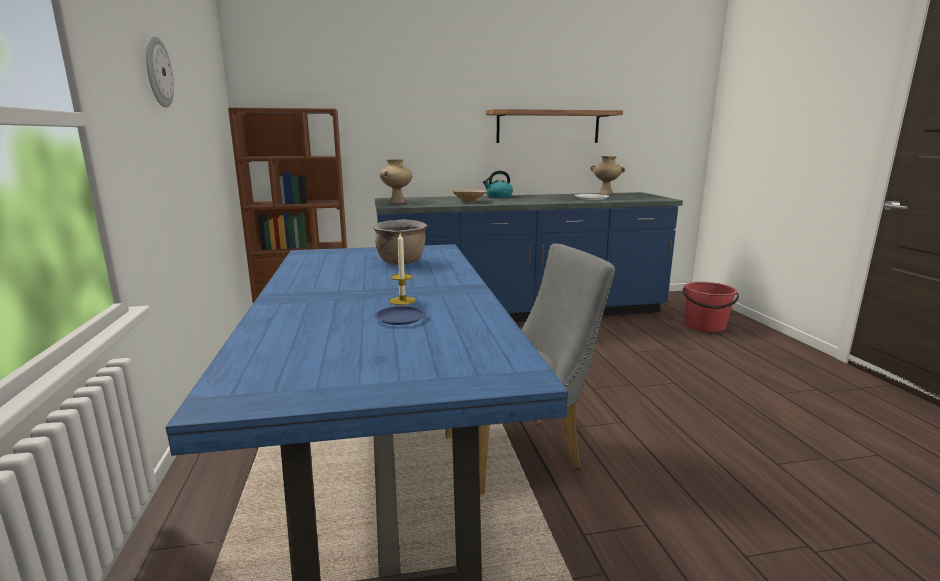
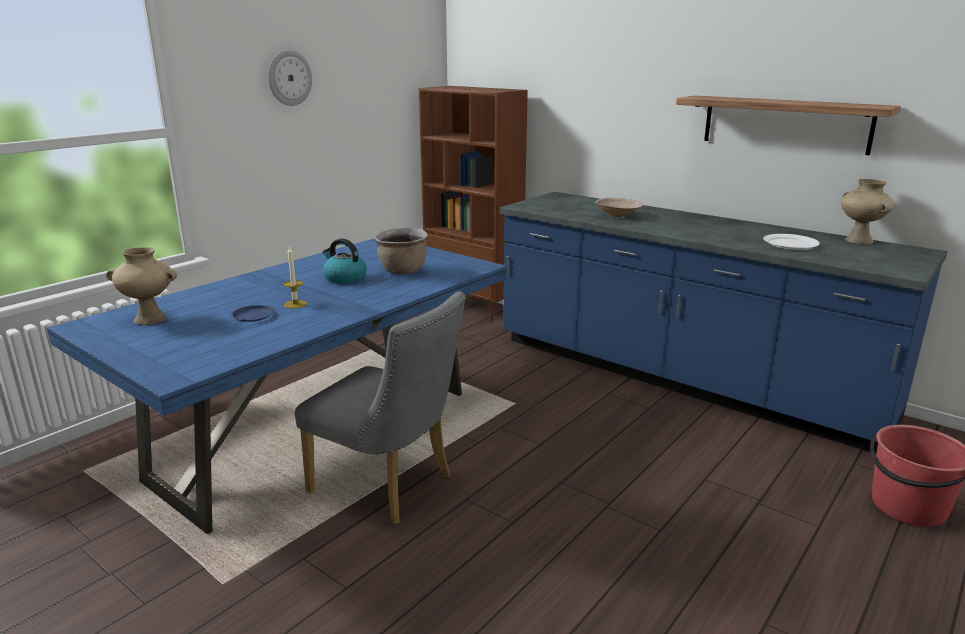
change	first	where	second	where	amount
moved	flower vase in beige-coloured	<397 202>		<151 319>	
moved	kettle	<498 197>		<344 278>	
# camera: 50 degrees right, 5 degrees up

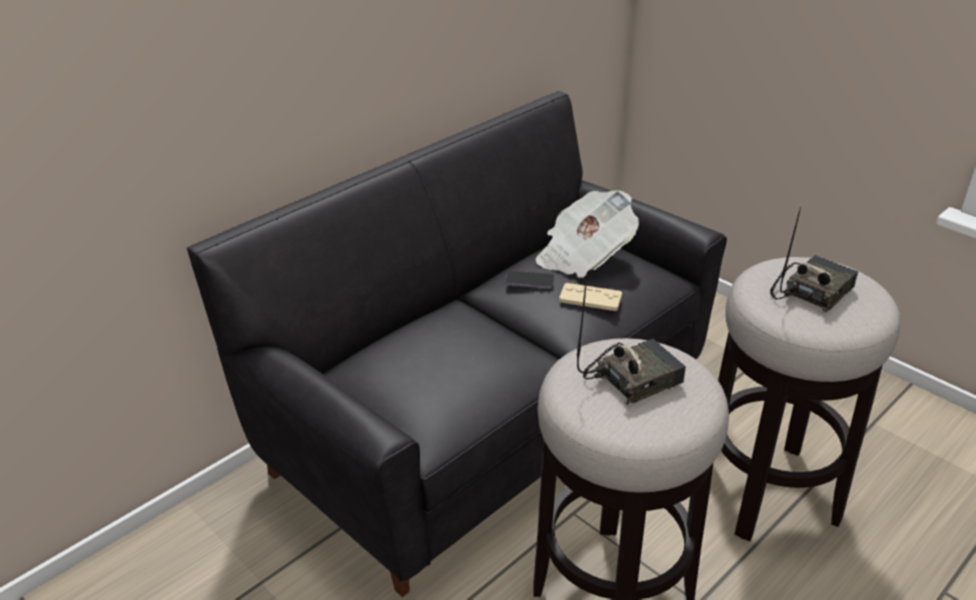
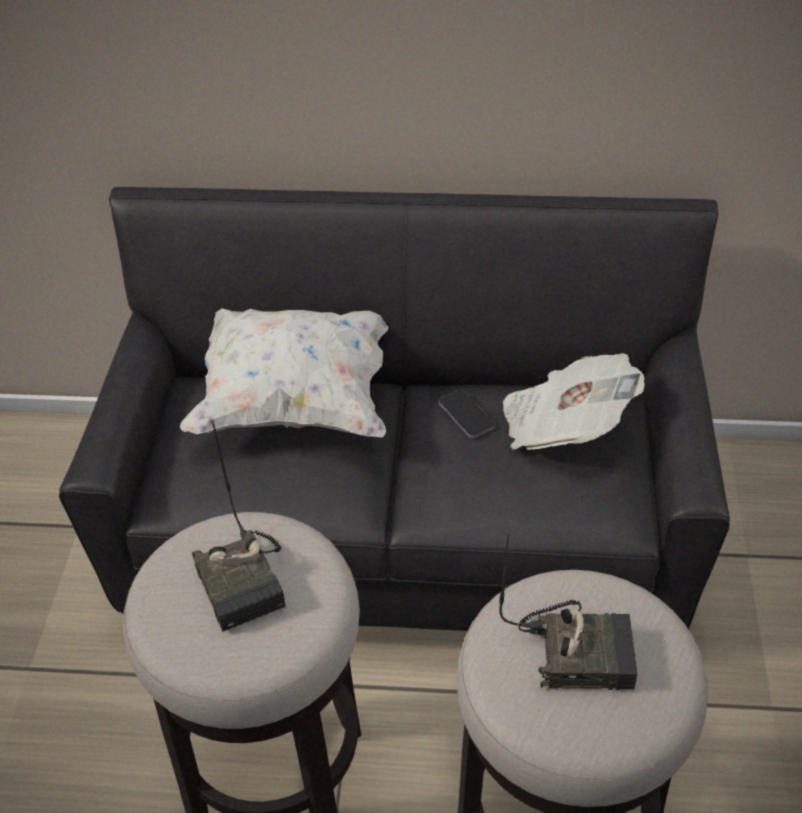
change	first	where	second	where	amount
removed	gamepad in beige-coloured	<590 298>			
turned	radio	<632 377>		<246 582>	45 degrees clockwise
added			throw pillow in white-coloured	<295 399>	
# camera: 50 degrees right, 10 degrees up

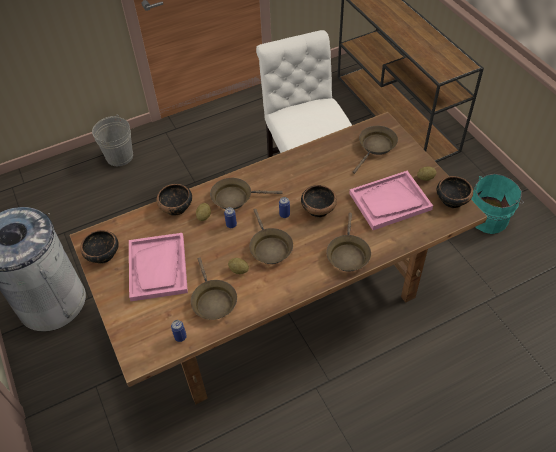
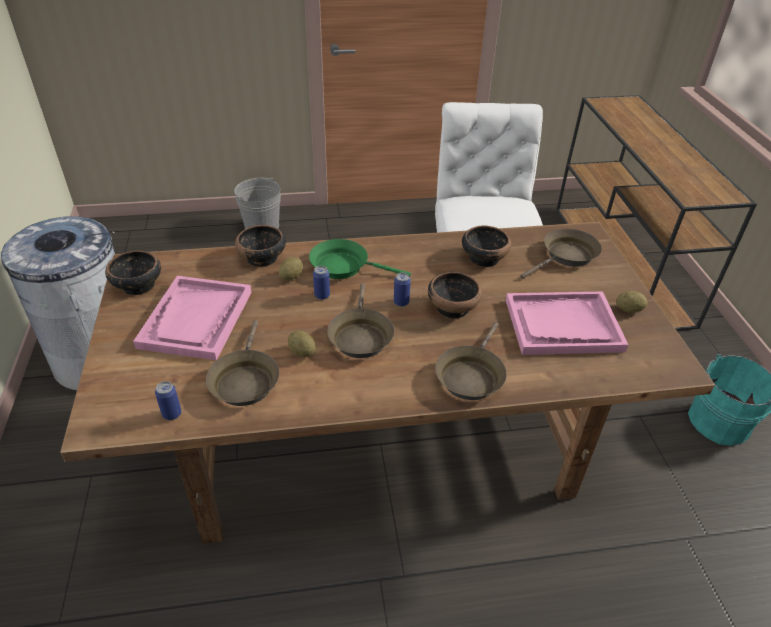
change	first	where	second	where	amount
recoloured	skillet in brown	<235 197>	skillet in greenish	<344 266>	
moved	deep dish	<451 200>		<483 258>	
# camera: 15 degrees right, 10 degrees down

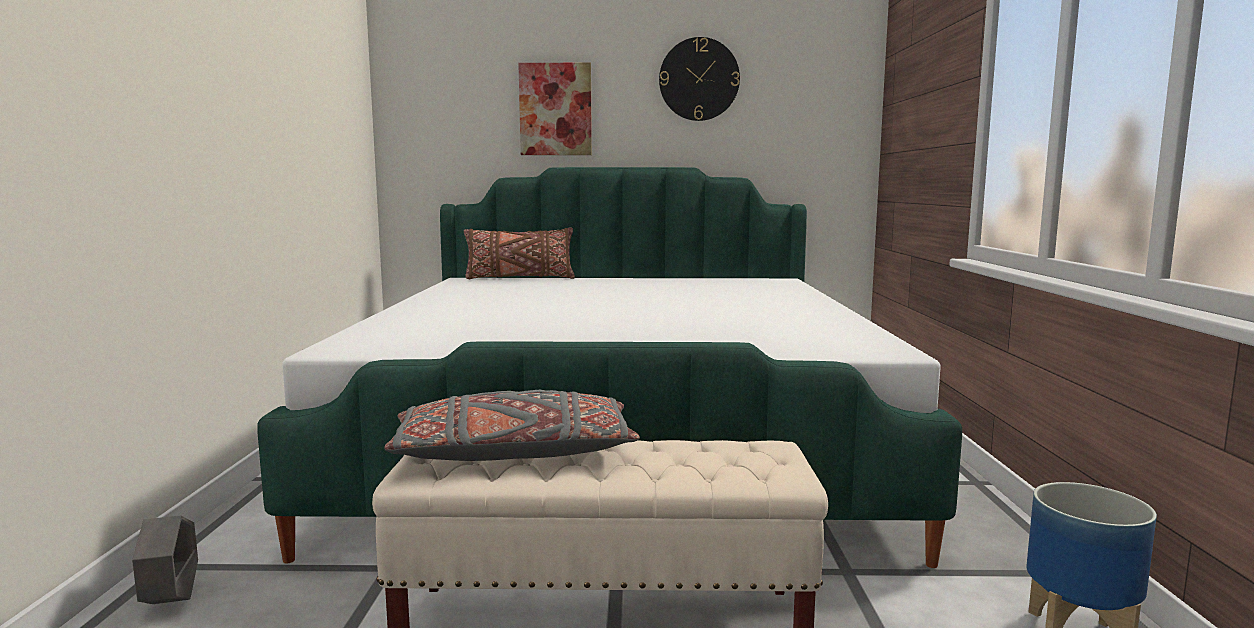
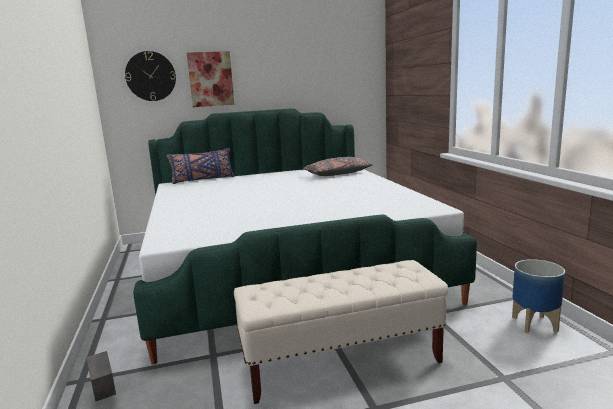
change	first	where	second	where	amount
moved	throw pillow in grey	<513 453>		<337 174>	
recoloured	throw pillow in brown	<519 278>	throw pillow in bluish	<203 179>	
moved	hanging clock	<699 79>		<150 76>	
# camera: 15 degrees left, 5 degrees up

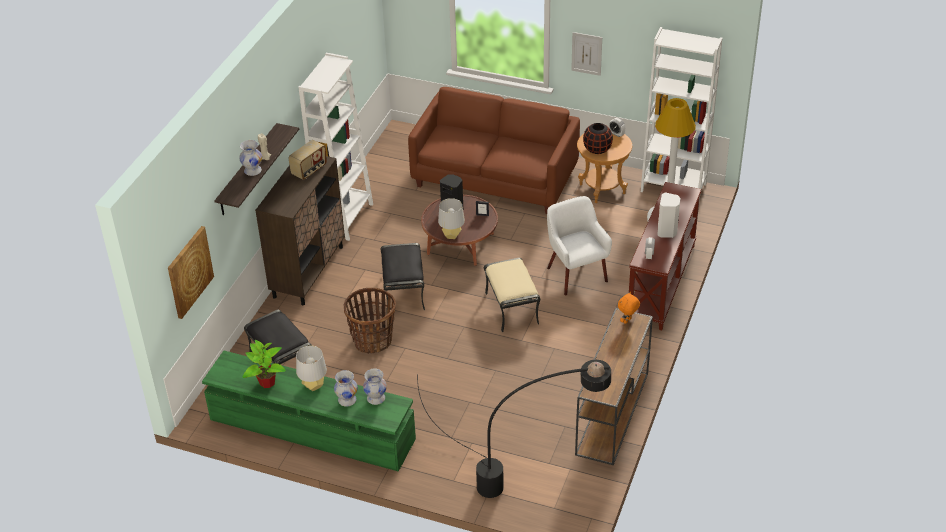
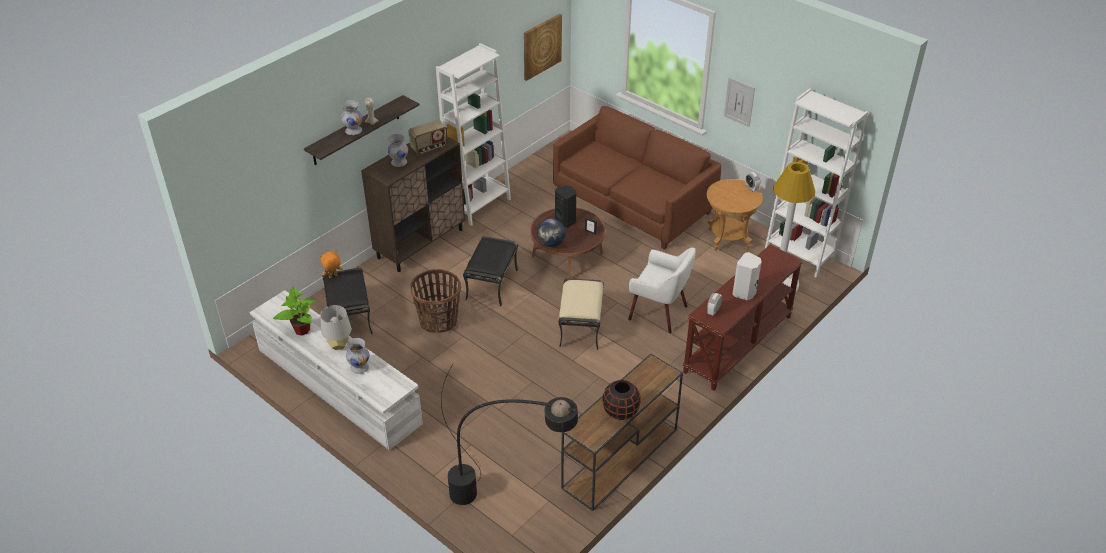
change	first	where	second	where	amount
moved	wall art	<189 271>		<541 46>	
recoloured	tv stand in greenish	<312 430>	tv stand in white-coloured	<338 387>	
moved	flower vase in white-coloured	<376 398>		<399 163>	
replaced	lamp for a table in grey	<452 235>	world globe	<551 243>	
turned	lounge chair in white-coloured	<576 274>		<659 312>	120 degrees clockwise
moved	flower vase in blackish	<597 149>		<620 411>	
moved	cuddly toy in orange	<627 321>		<333 276>	
# camera: 20 degrees right, 0 degrees up

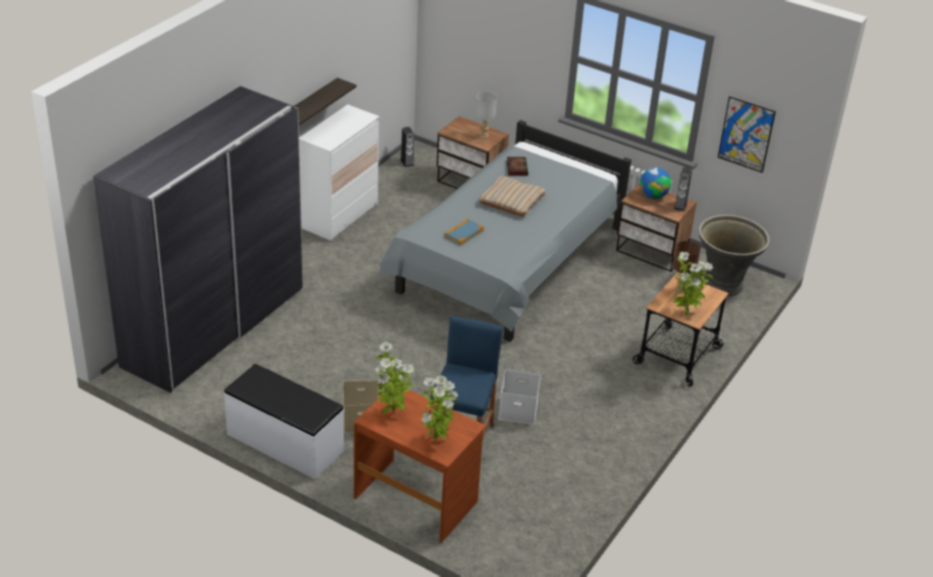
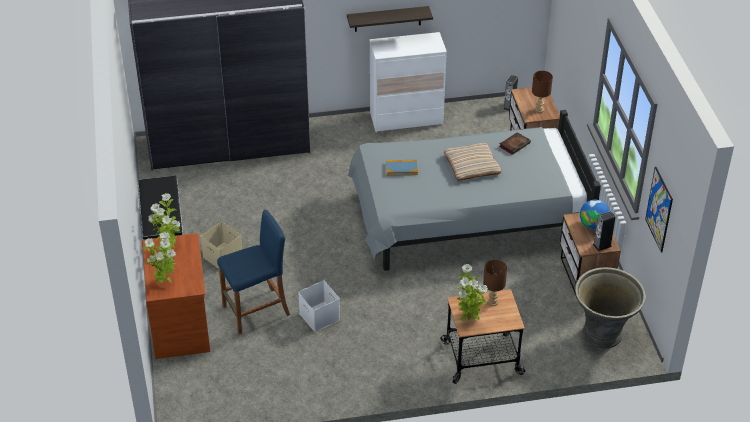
change	first	where	second	where	amount
recoloured	lamp for a table in grey	<484 136>	lamp for a table in brown	<539 110>	
# camera: 50 degrees right, 5 degrees up

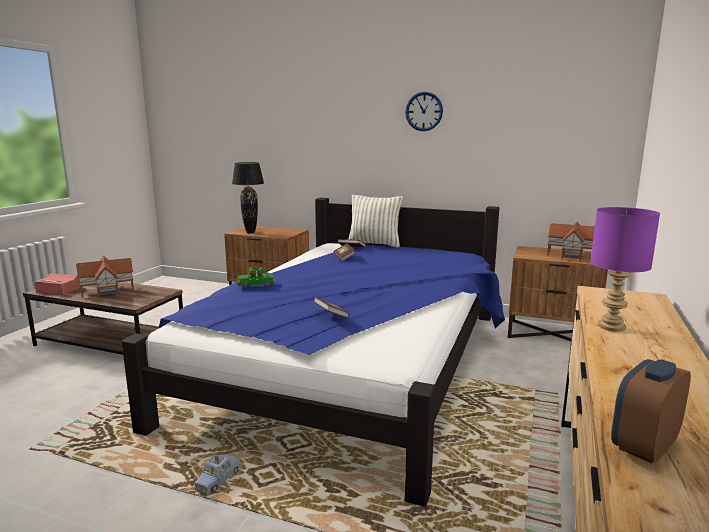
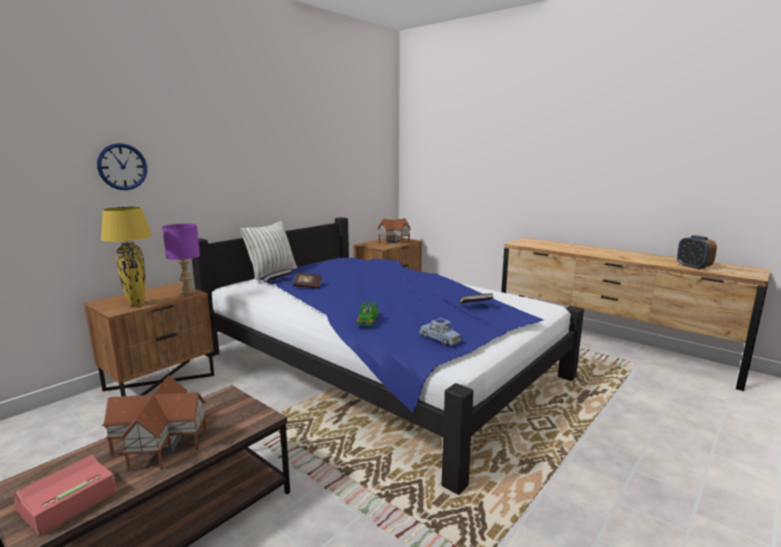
change	first	where	second	where	amount
moved	model car in bluish	<218 479>		<440 338>	
recoloured	lamp for a table in blackish	<250 232>	lamp for a table in yellow-coloured	<136 304>	
moved	hanging clock	<424 111>		<122 167>	
moved	lamp for a table in purple	<611 327>		<187 292>	
# camera: 70 degrees left, 0 degrees up

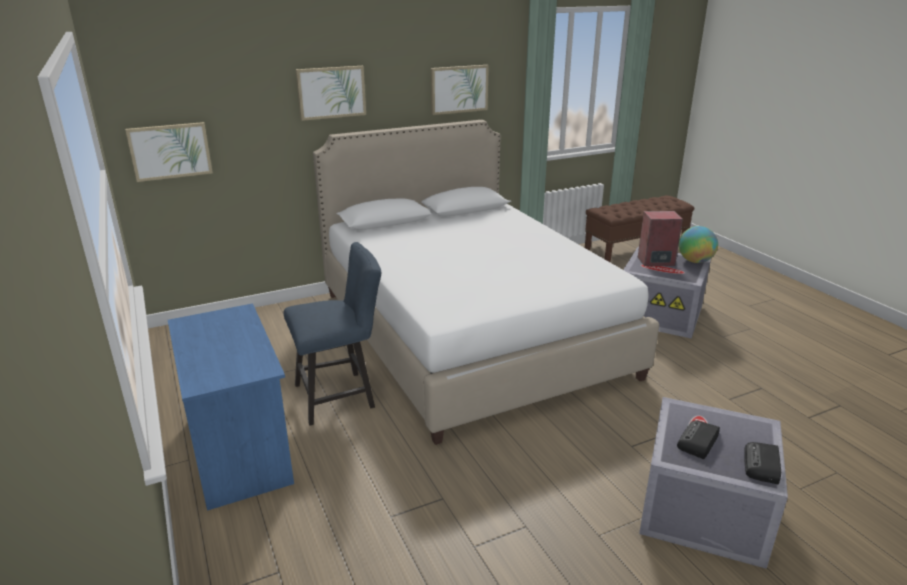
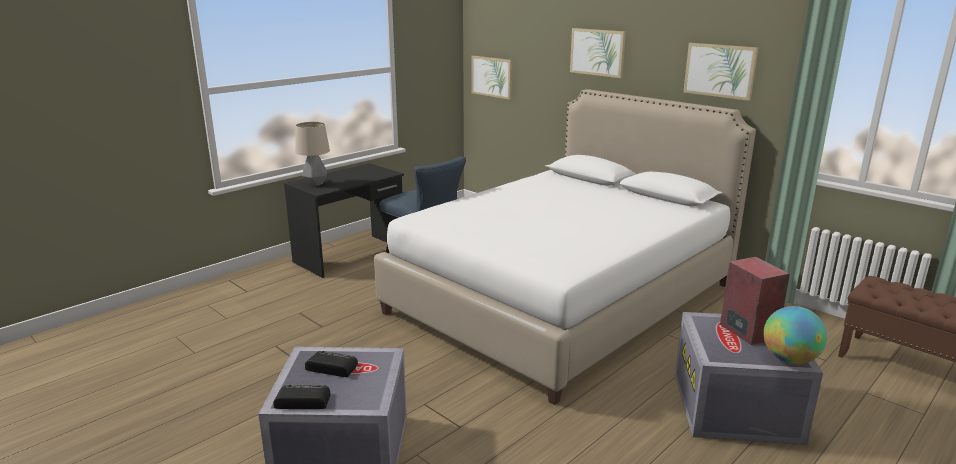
change	first	where	second	where	amount
recoloured	desk in bluish	<240 448>	desk in blackish	<351 255>	
added			lamp for a table	<315 184>	
# camera: 70 degrees right, 5 degrees down

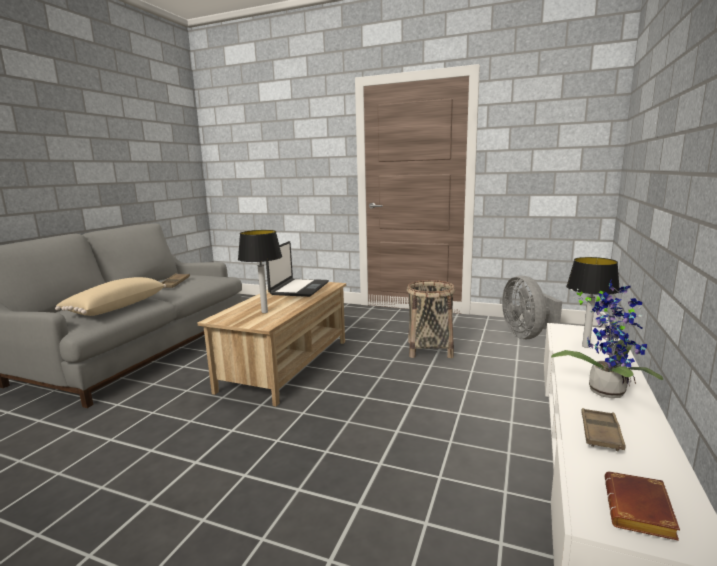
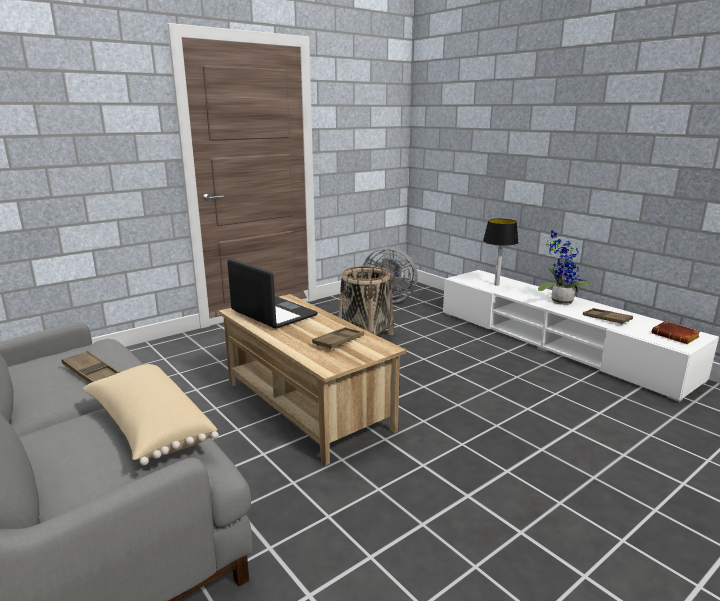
change	first	where	second	where	amount
replaced	lamp for a table	<264 312>	serving tray in brown	<338 342>	
# camera: 60 degrees left, 5 degrees up

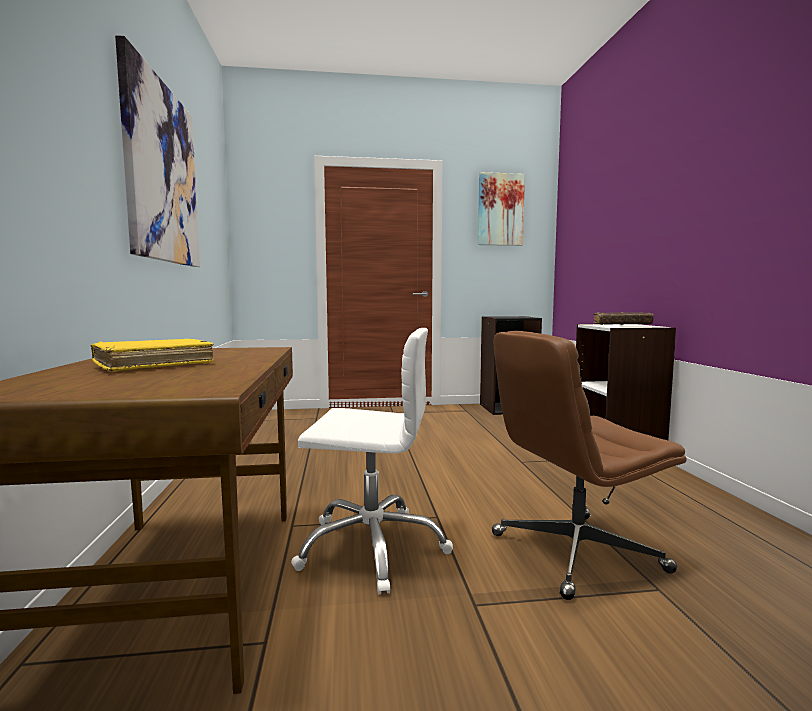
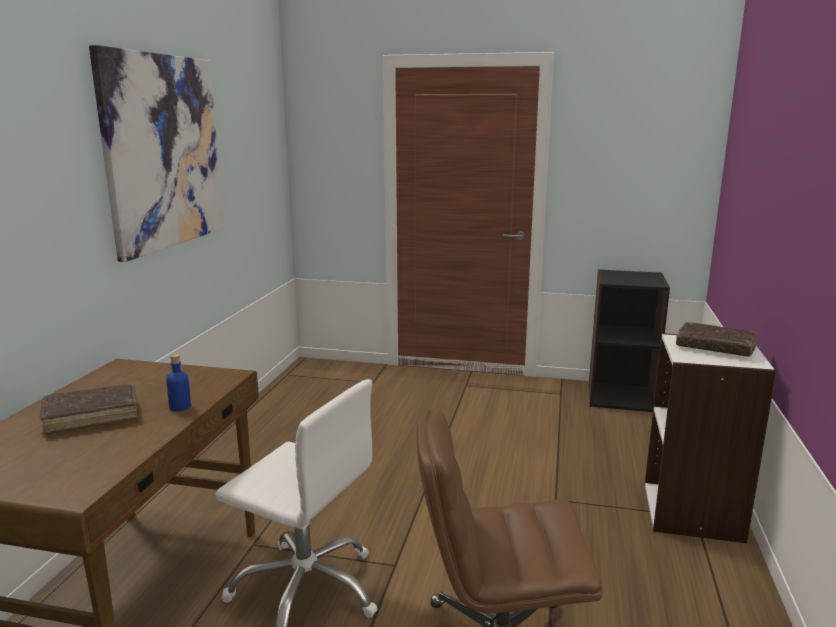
change	first	where	second	where	amount
recoloured	bound book in yellow-coloured	<154 365>	bound book in brown	<92 416>	
removed	wall art	<500 210>			
added			drink bottle in bluish	<180 407>	
# camera: 20 degrees right, 10 degrees up

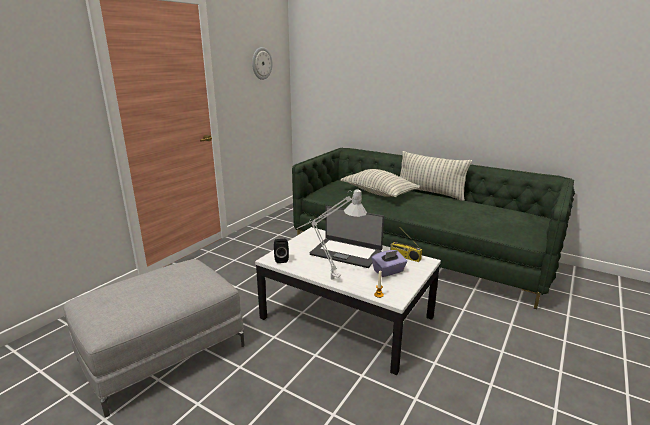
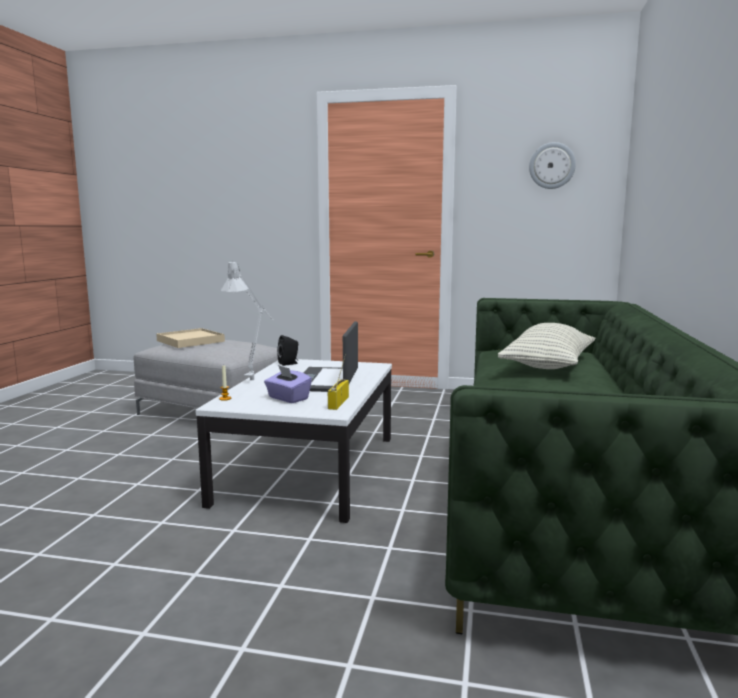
change	first	where	second	where	amount
removed	throw pillow	<430 193>			
added			serving tray in beige-coloured	<190 341>	
# camera: 70 degrees right, 10 degrees down

